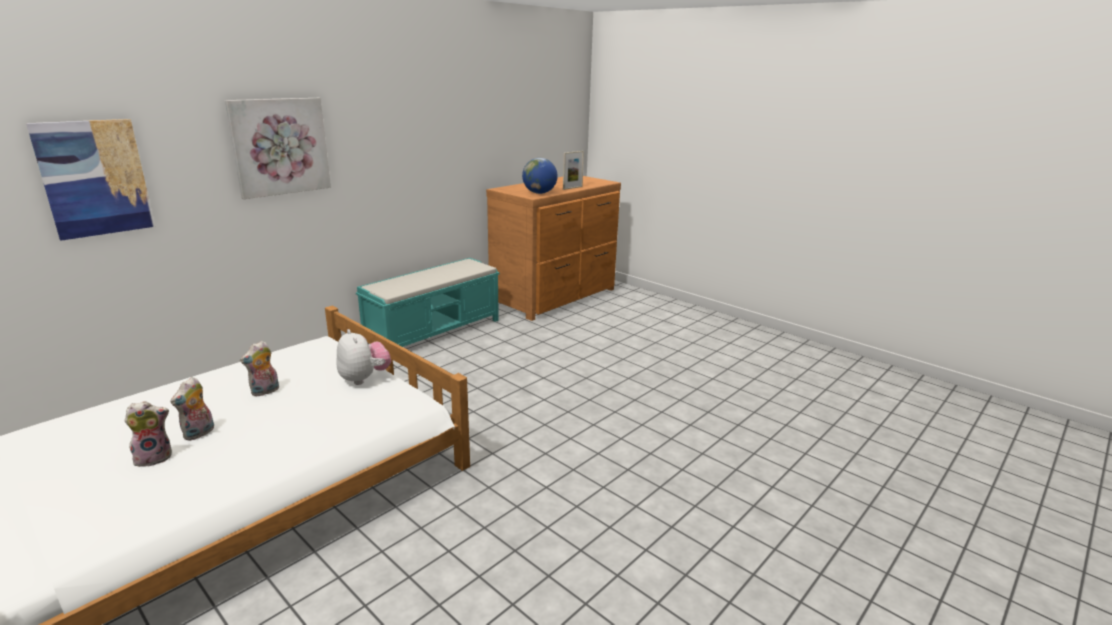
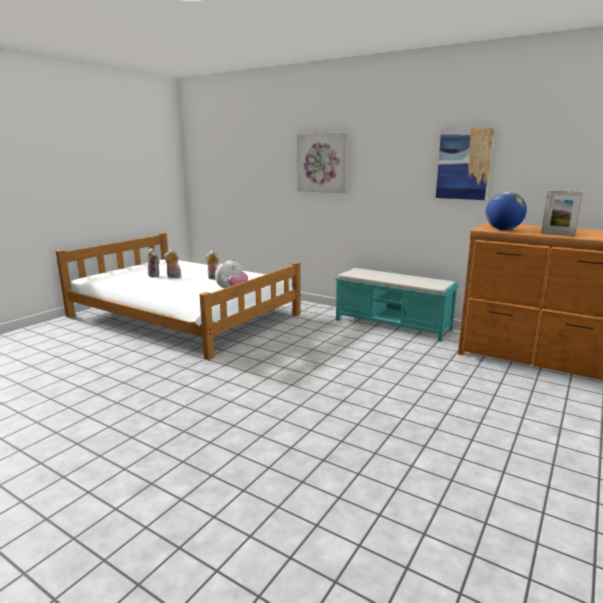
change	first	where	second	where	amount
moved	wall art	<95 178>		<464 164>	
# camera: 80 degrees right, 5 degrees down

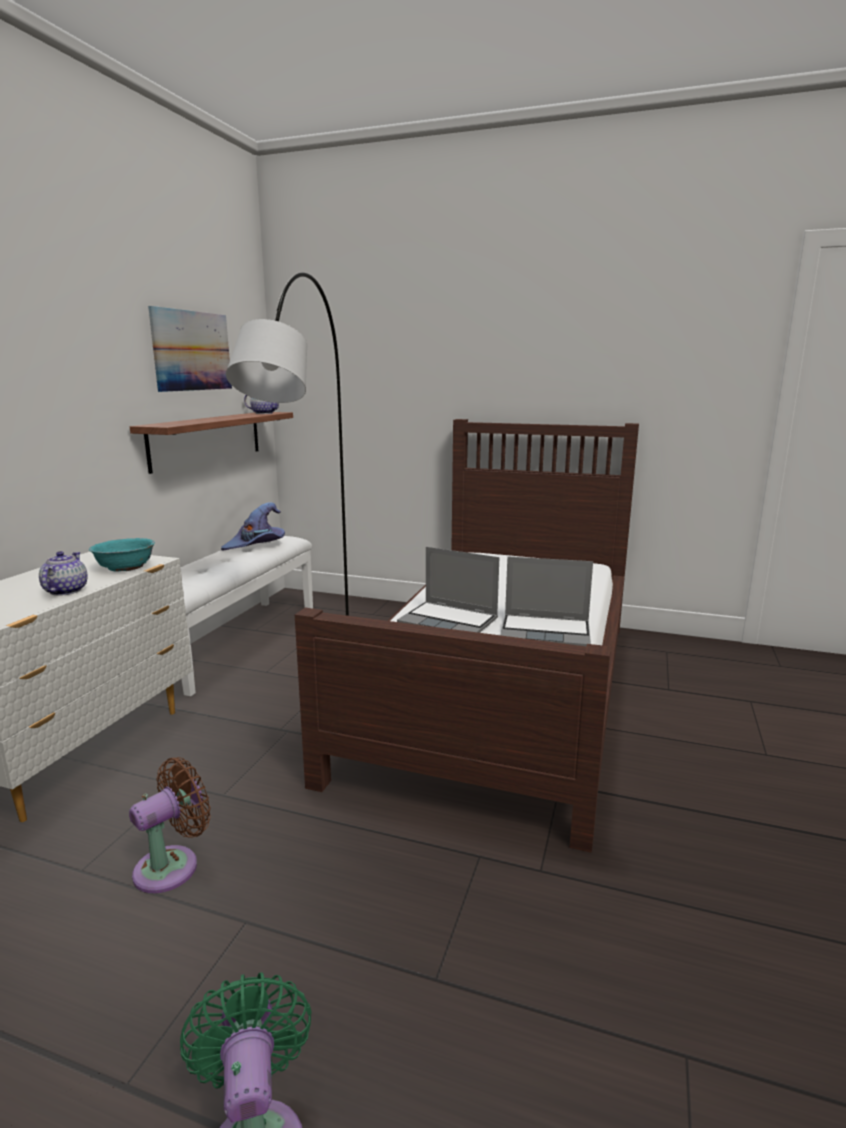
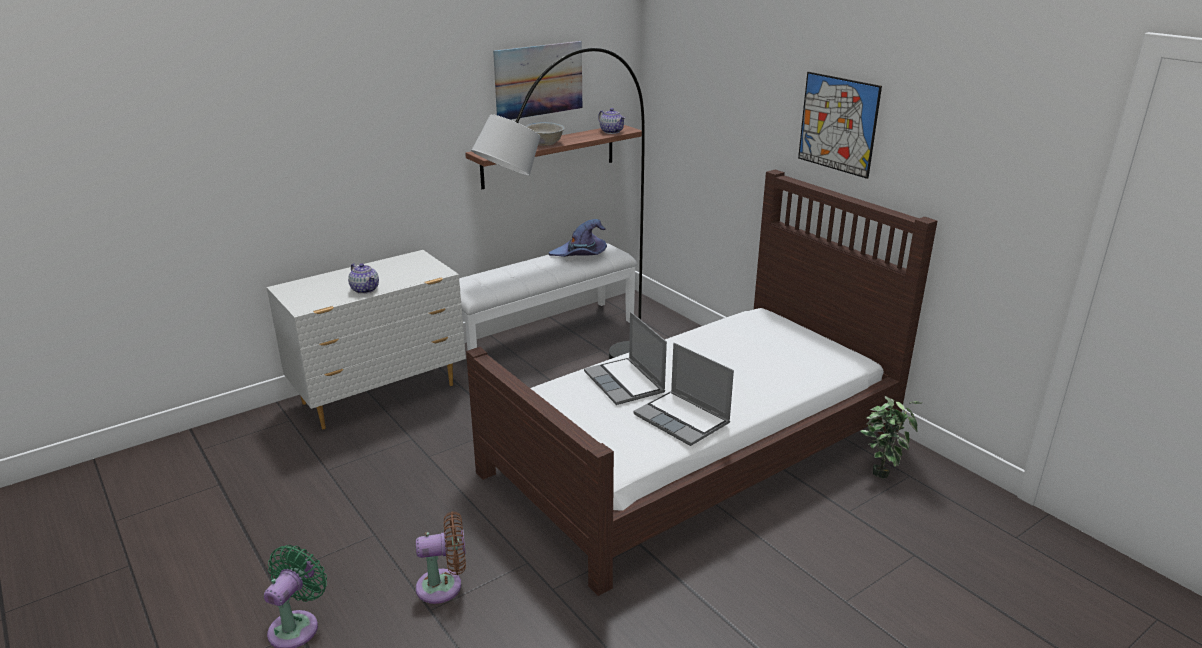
change	first	where	second	where	amount
turned	pot for tea	<65 591>		<365 289>	105 degrees clockwise
removed	deep dish in turquoise-coloured	<125 567>			
moved	fan in brown	<172 866>		<444 586>	
added			deep dish in white-coloured	<544 143>	
added			wall art	<838 124>	
added			plant in a pot	<881 470>	
# camera: 35 degrees right, 10 degrees up

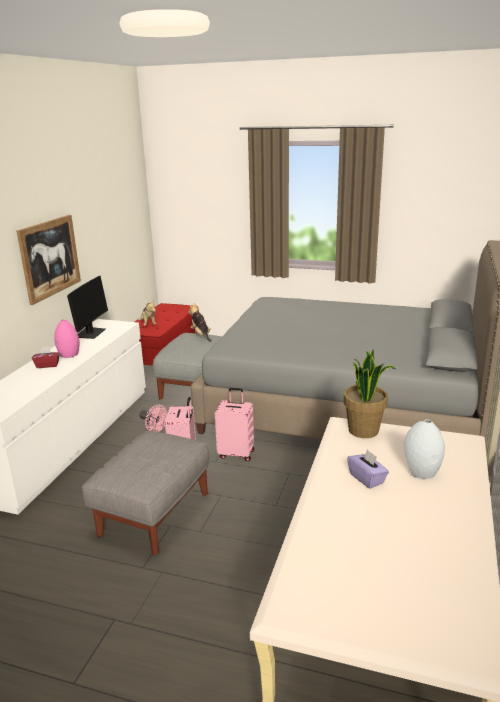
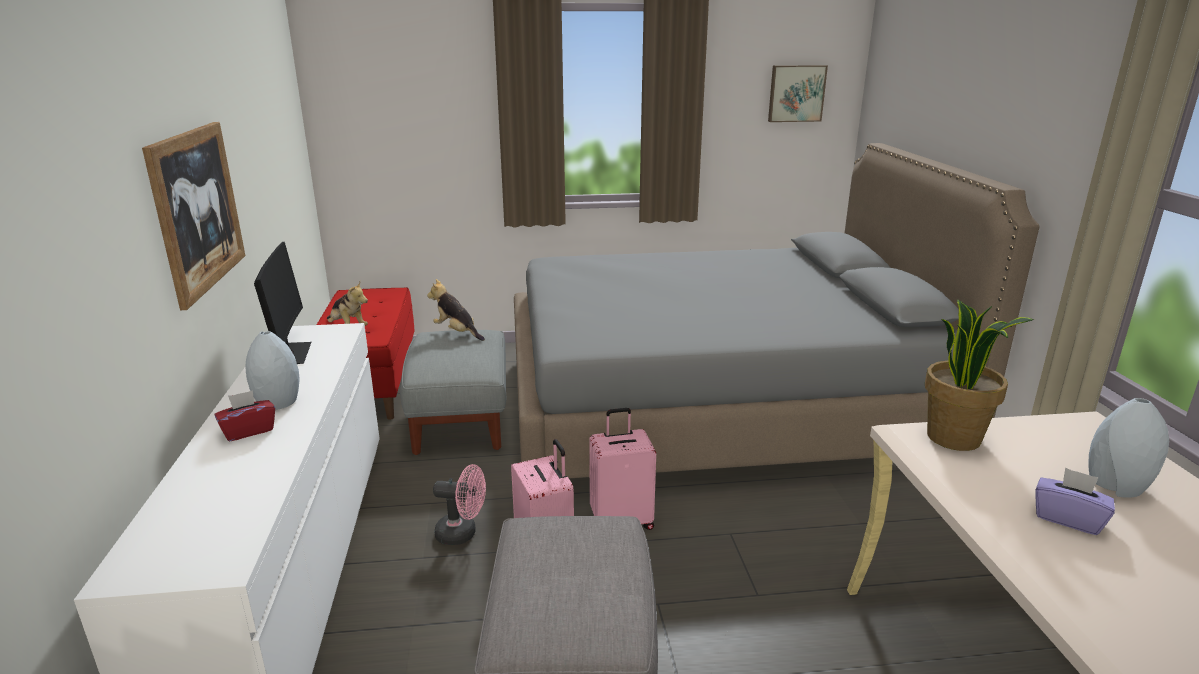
change	first	where	second	where	amount
recoloured	flower vase in pinkish	<68 355>	flower vase in grey	<277 402>	
added			wall art	<796 93>	
# camera: 25 degrees left, 0 degrees up

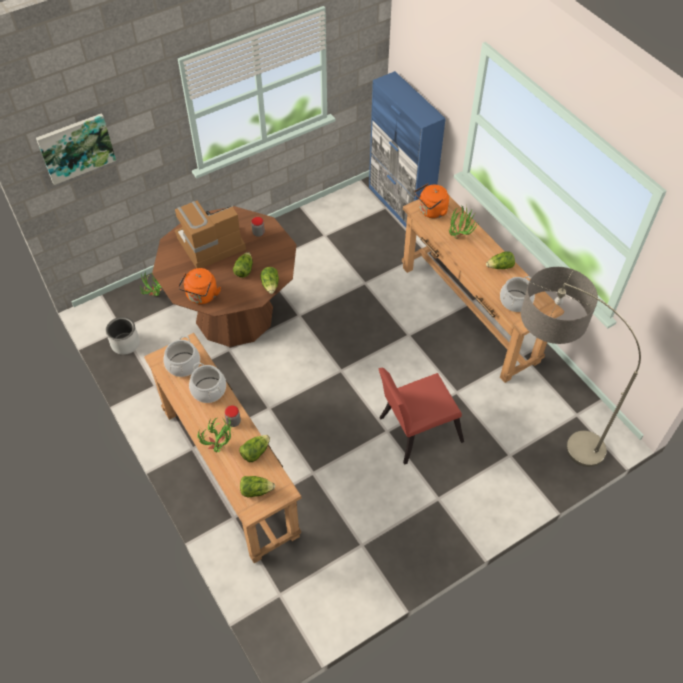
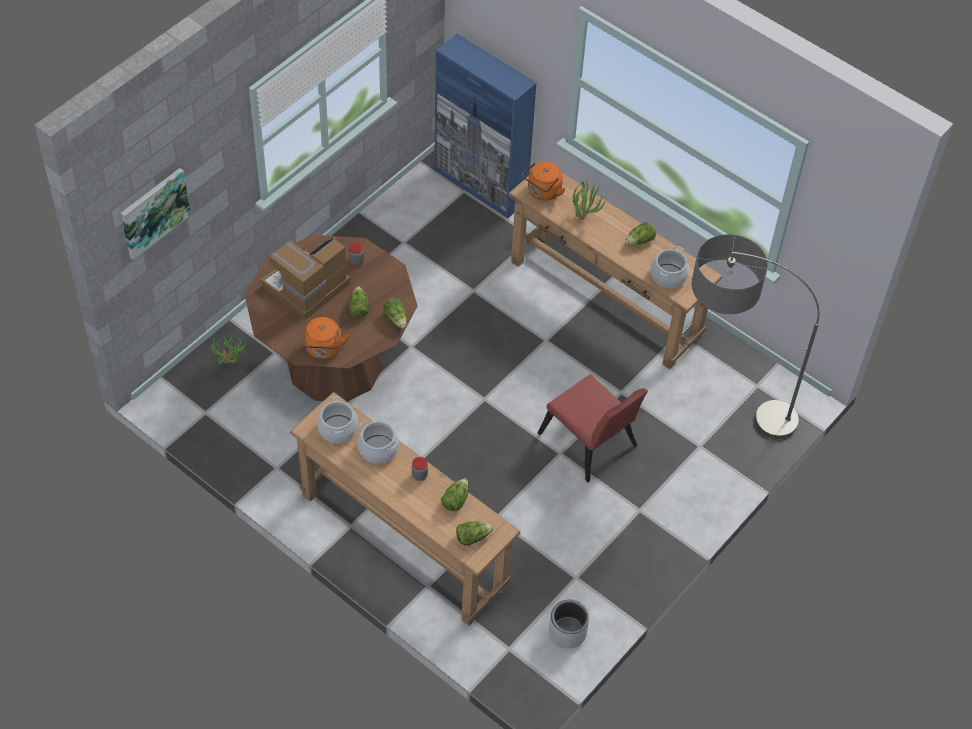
change	first	where	second	where	amount
moved	plant pot in grey	<125 344>		<568 632>	
removed	plant in a pot	<221 447>			
turned	upright chair in reddish	<415 430>		<590 445>	90 degrees counterclockwise
# camera: 20 degrees left, 0 degrees up

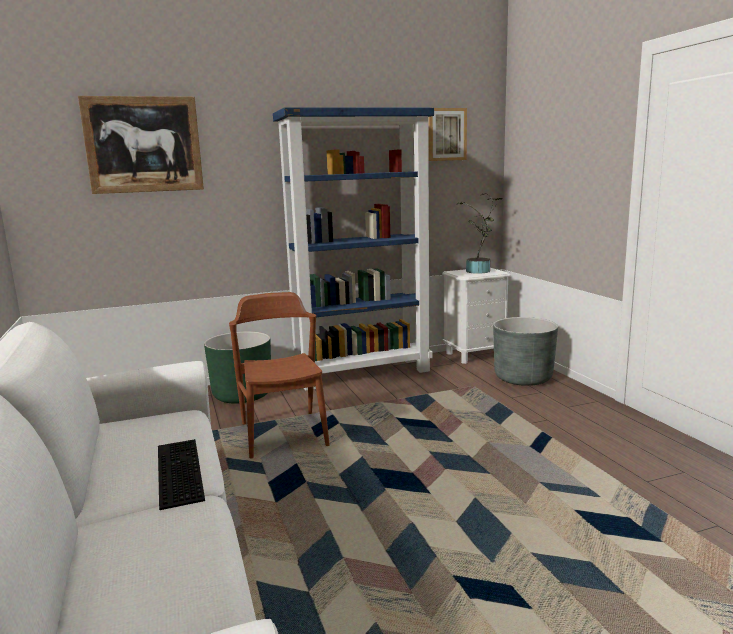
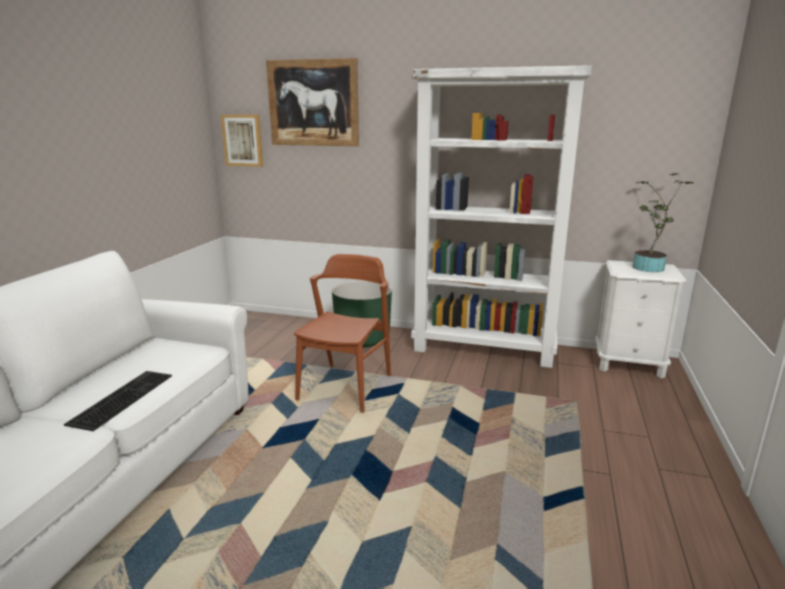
change	first	where	second	where	amount
recoloured	bookshelf in bluish	<363 373>	bookshelf in white-coloured	<484 349>	
moved	wall art	<446 134>		<243 140>	
removed	plant pot in grey	<523 378>			
# camera: 35 degrees right, 5 degrees up

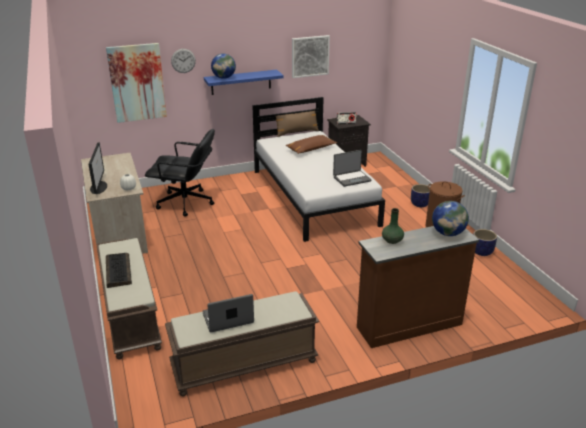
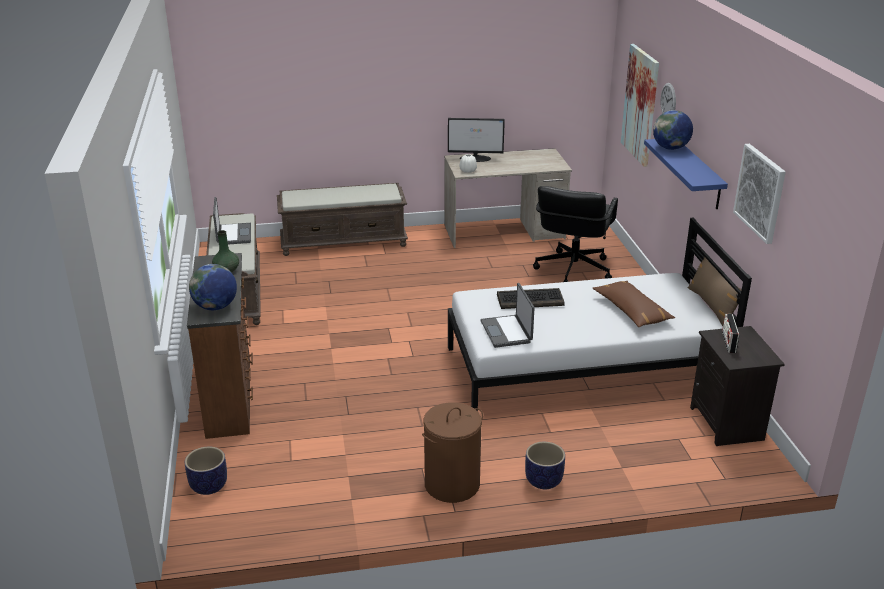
change	first	where	second	where	amount
moved	computer keyboard	<117 270>		<530 300>	
moved	plant pot	<482 252>		<209 486>	
# camera: 100 degrees right, 0 degrees up

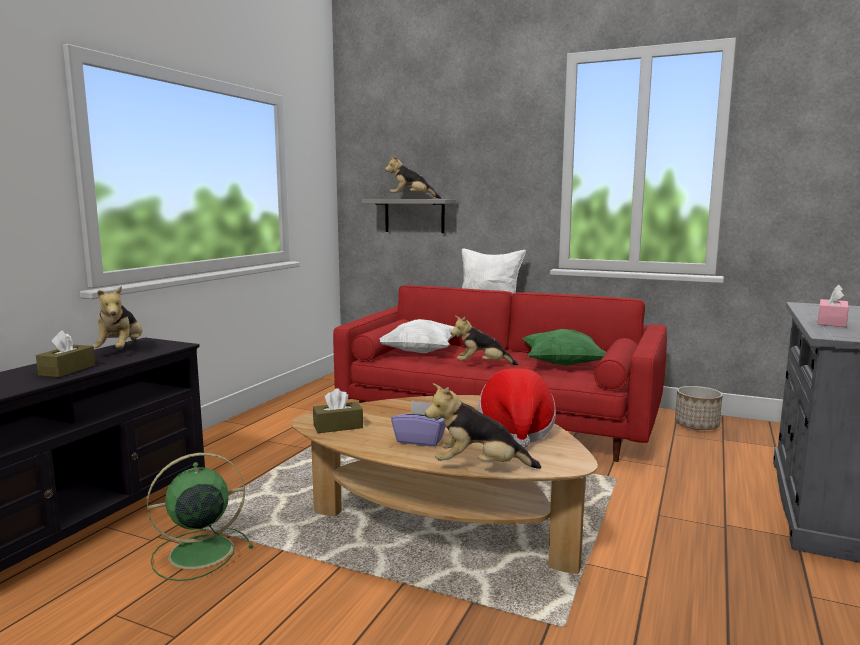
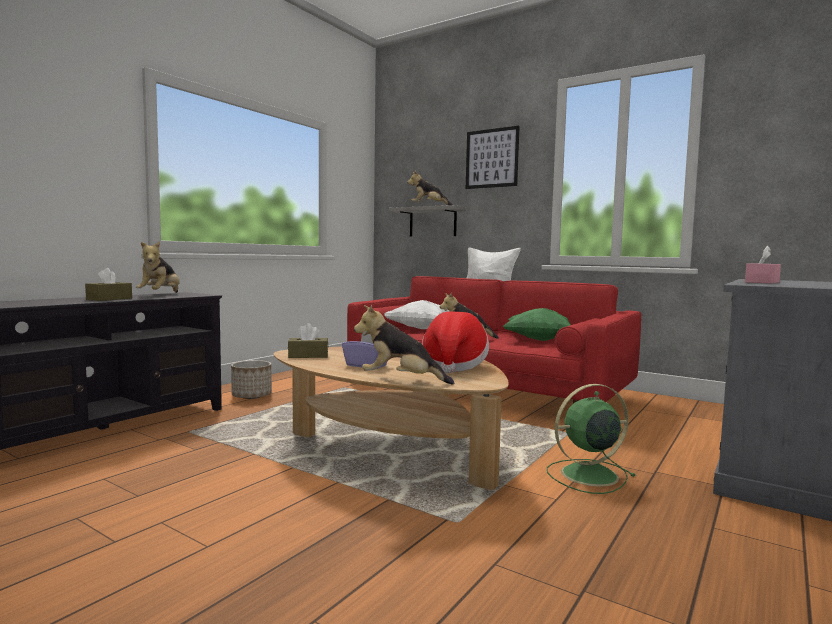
change	first	where	second	where	amount
moved	fan in greenish	<198 553>		<587 475>	
moved	plant pot	<696 425>		<252 396>	
added			wall art	<491 158>	
# camera: 10 degrees right, 5 degrees down

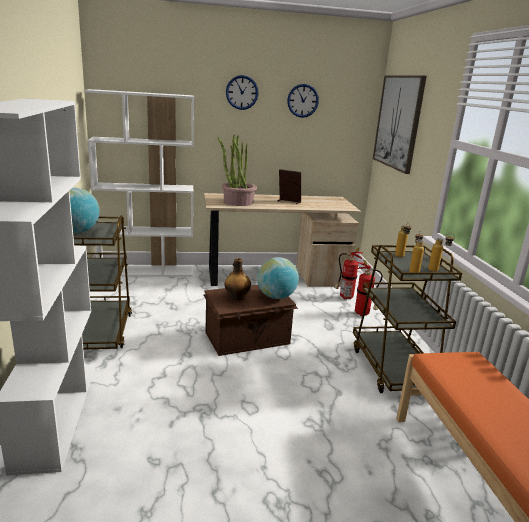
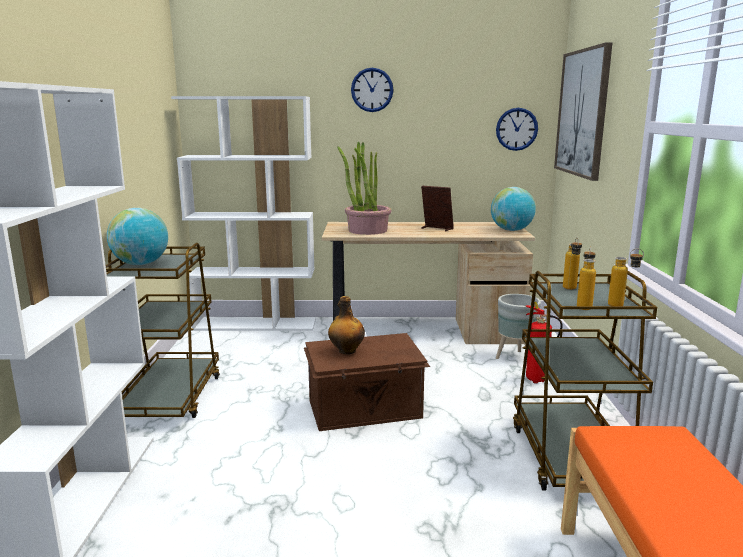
change	first	where	second	where	amount
moved	world globe	<276 296>		<511 230>	
moved	hanging clock	<303 100>		<516 129>	
replaced	fire-fighting cylinder	<344 297>	plant pot in grey	<515 358>	
# camera: 10 degrees right, 5 degrees down

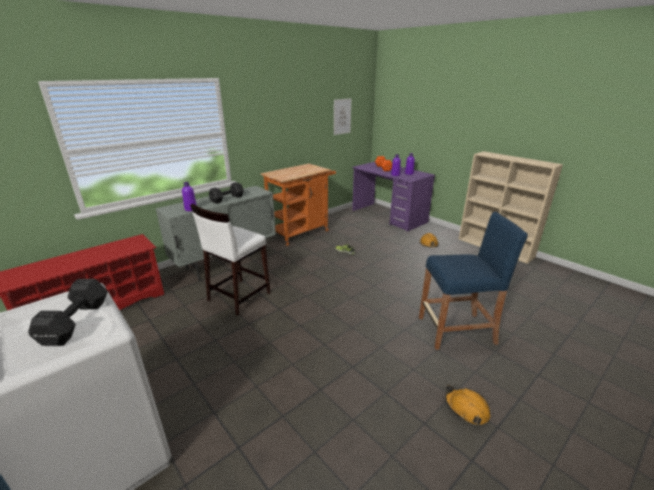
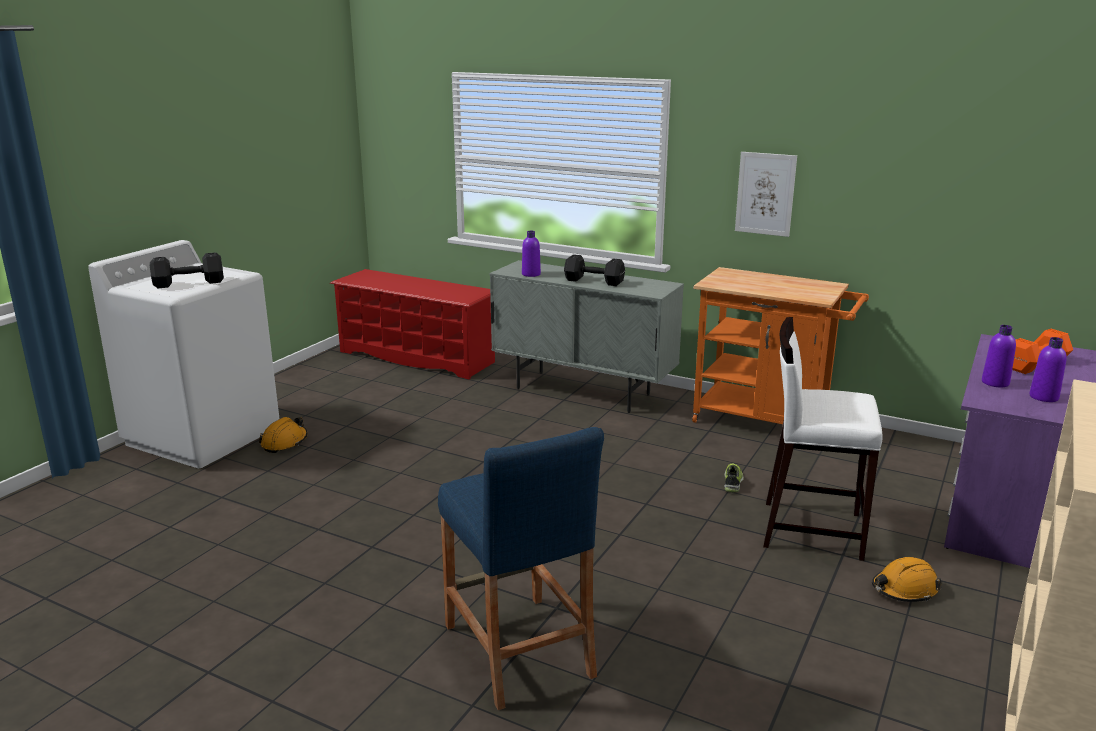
change	first	where	second	where	amount
moved	sitting stool in white-coloured	<238 297>		<811 529>	
moved	wall art	<342 116>		<765 194>	
moved	safety helmet in orange	<466 409>		<284 442>	
# camera: 70 degrees right, 5 degrees down

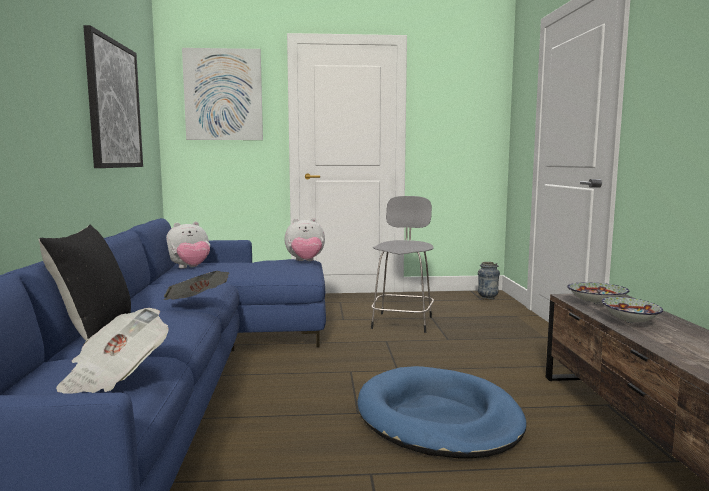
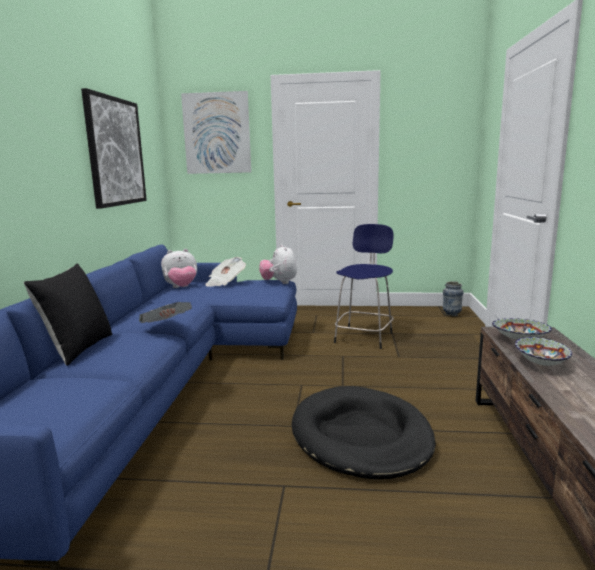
change	first	where	second	where	amount
moved	newspaper	<115 377>		<225 283>	
turned	cuddly toy	<305 261>		<279 282>	75 degrees clockwise
recoloured	dog cushion in bluish	<438 418>	dog cushion in blackish	<361 436>	
recoloured	sitting stool in grey	<403 322>	sitting stool in bluish	<364 337>	
# camera: 10 degrees right, 5 degrees up

